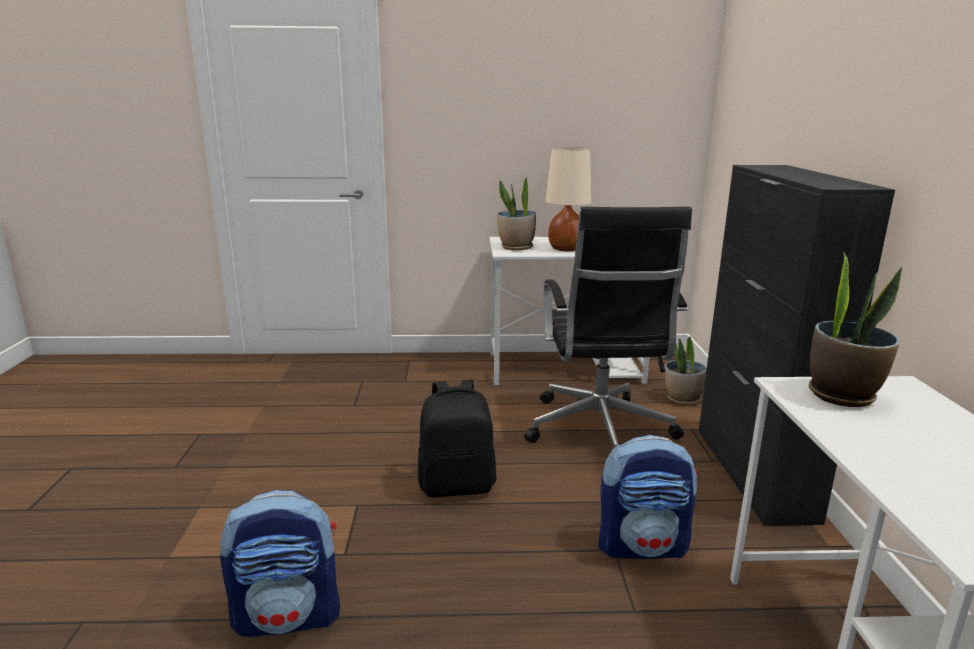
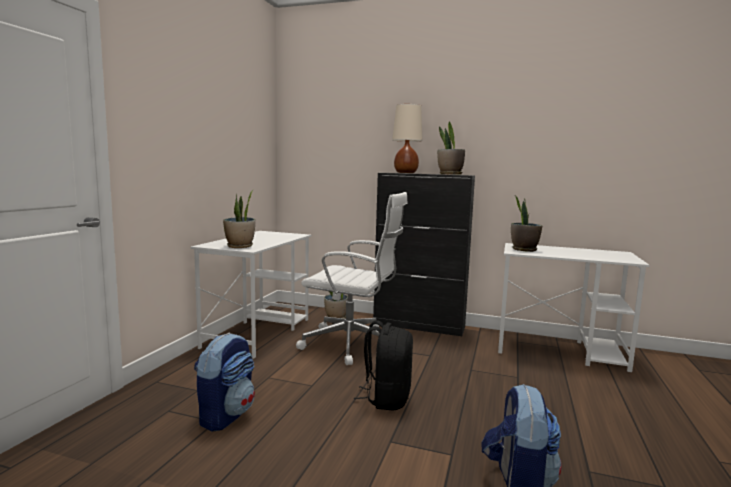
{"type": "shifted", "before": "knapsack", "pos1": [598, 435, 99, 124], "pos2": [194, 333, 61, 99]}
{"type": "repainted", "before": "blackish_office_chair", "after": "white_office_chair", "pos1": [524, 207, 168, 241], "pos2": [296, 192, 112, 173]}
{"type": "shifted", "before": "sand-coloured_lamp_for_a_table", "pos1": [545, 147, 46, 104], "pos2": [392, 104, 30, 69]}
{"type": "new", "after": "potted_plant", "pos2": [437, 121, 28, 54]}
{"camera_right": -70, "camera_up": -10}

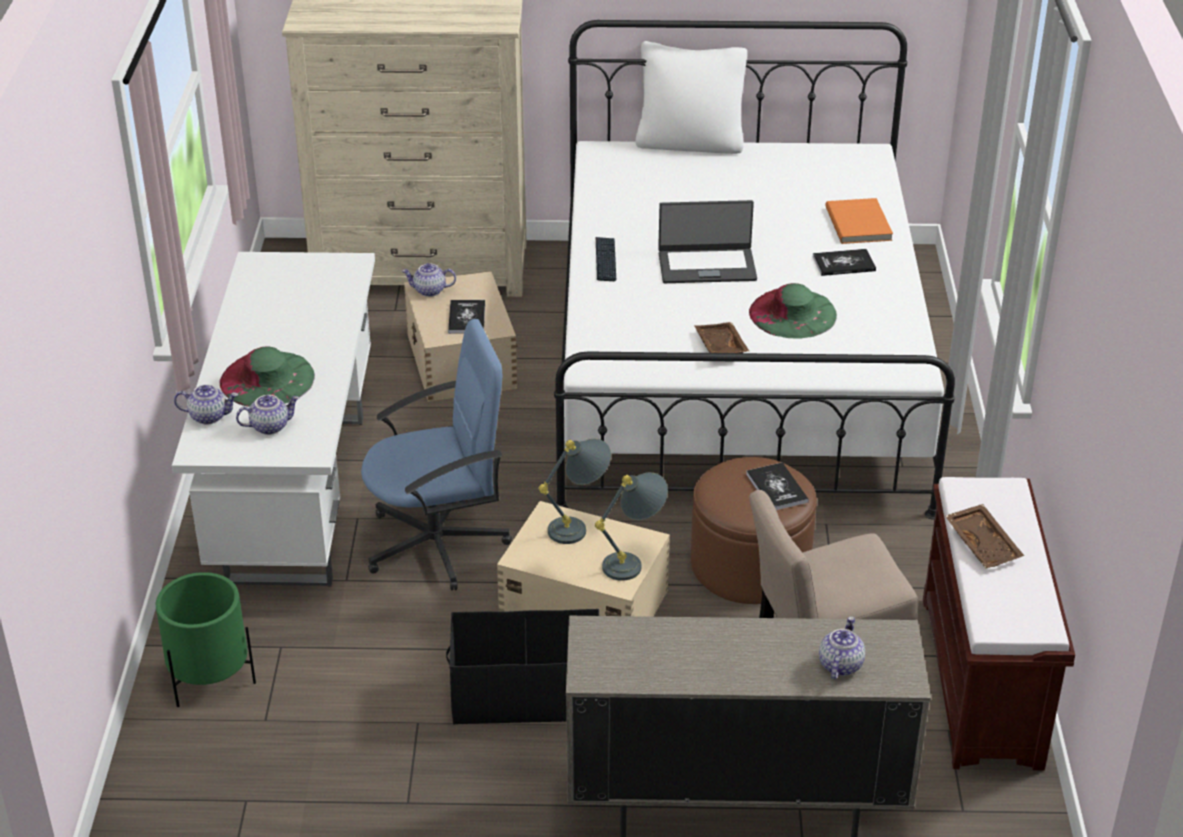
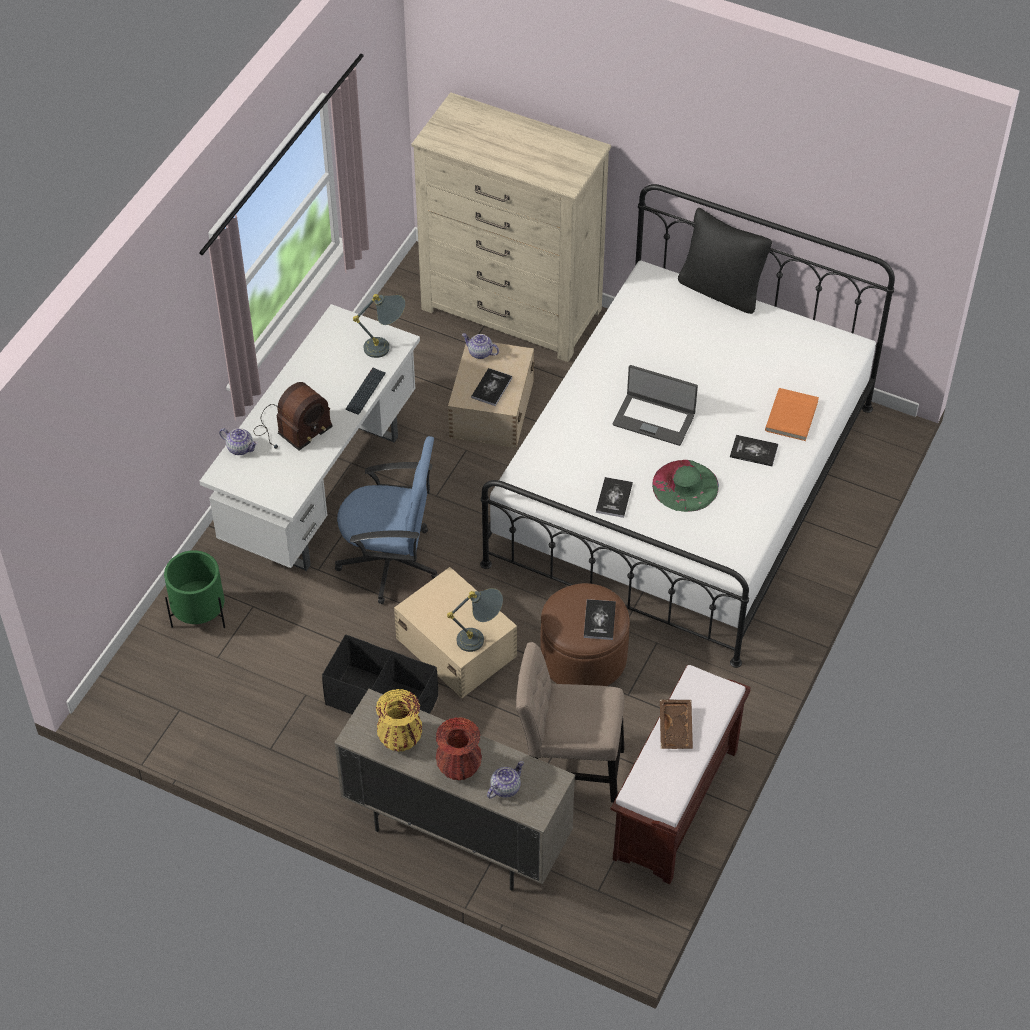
{"type": "swapped", "before": "green_hat", "after": "radio_receiver", "pos1": [220, 347, 95, 60], "pos2": [253, 382, 80, 69]}
{"type": "shifted", "before": "computer_keyboard", "pos1": [596, 237, 20, 44], "pos2": [346, 368, 40, 47]}
{"type": "shifted", "before": "gray_lamp_for_a_table", "pos1": [538, 439, 73, 105], "pos2": [353, 294, 52, 64]}
{"type": "new", "after": "yellowish_flower_vase", "pos2": [376, 689, 46, 63]}
{"type": "new", "after": "red-coloured_flower_vase", "pos2": [436, 717, 46, 63]}
{"type": "swapped", "before": "brownish_tray", "after": "volume", "pos1": [694, 322, 56, 31], "pos2": [596, 477, 37, 41]}
{"type": "repainted", "before": "white_throw_pillow", "after": "blackish_throw_pillow", "pos1": [635, 41, 112, 113], "pos2": [678, 208, 94, 106]}
{"type": "gone", "before": "tea_pot", "pos1": [236, 395, 64, 40]}
{"camera_right": 25, "camera_up": 15}

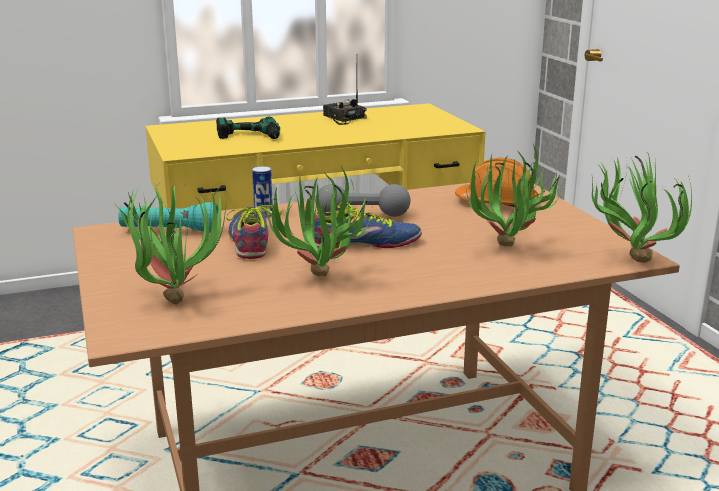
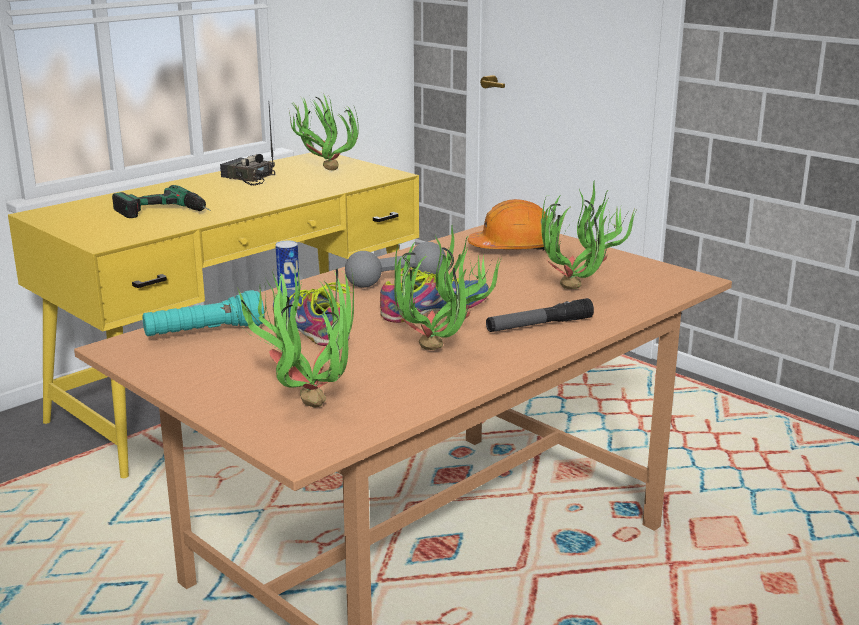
{"type": "shifted", "before": "potted_plant", "pos1": [592, 154, 100, 109], "pos2": [288, 94, 71, 77]}
{"type": "new", "after": "flashlight", "pos2": [486, 298, 108, 34]}
{"camera_right": -25, "camera_up": 0}

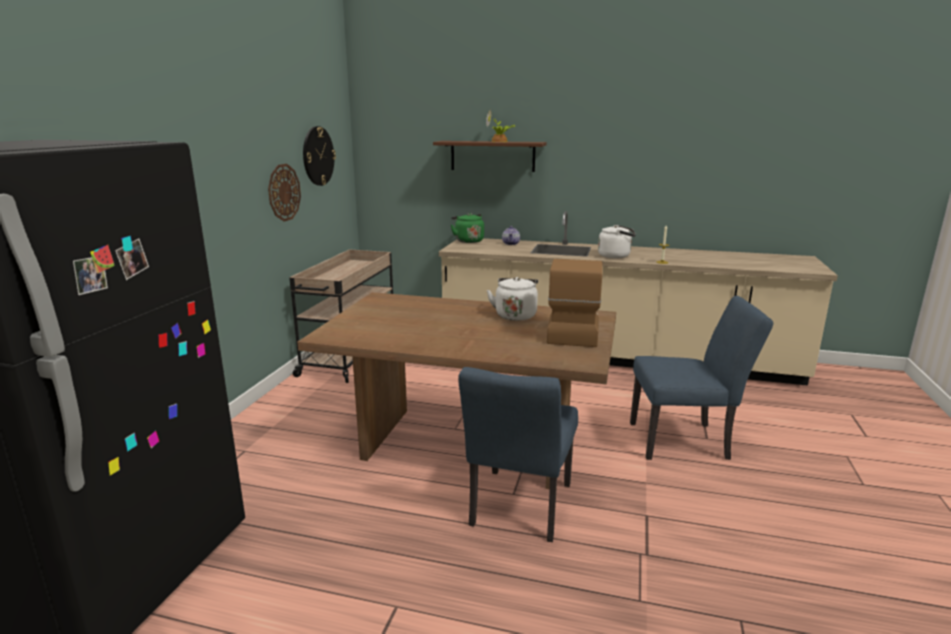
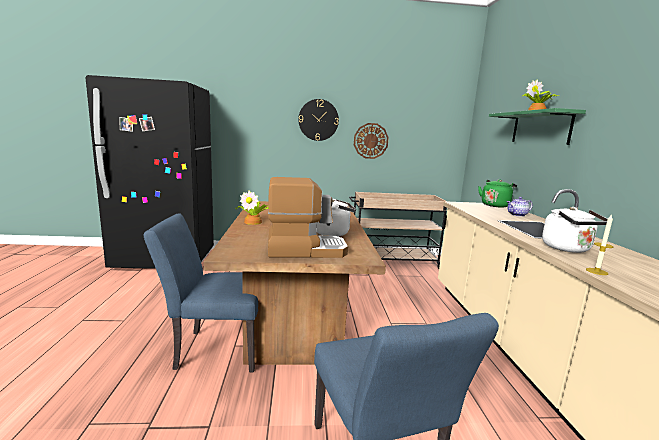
{"type": "new", "after": "potted_plant", "pos2": [236, 190, 32, 35]}
{"type": "shifted", "before": "hanging_clock", "pos1": [303, 126, 33, 60], "pos2": [298, 99, 41, 42]}
{"type": "repainted", "before": "brownish_shelf", "after": "green_shelf", "pos1": [433, 141, 114, 31], "pos2": [489, 108, 97, 37]}
{"camera_right": 70, "camera_up": -5}

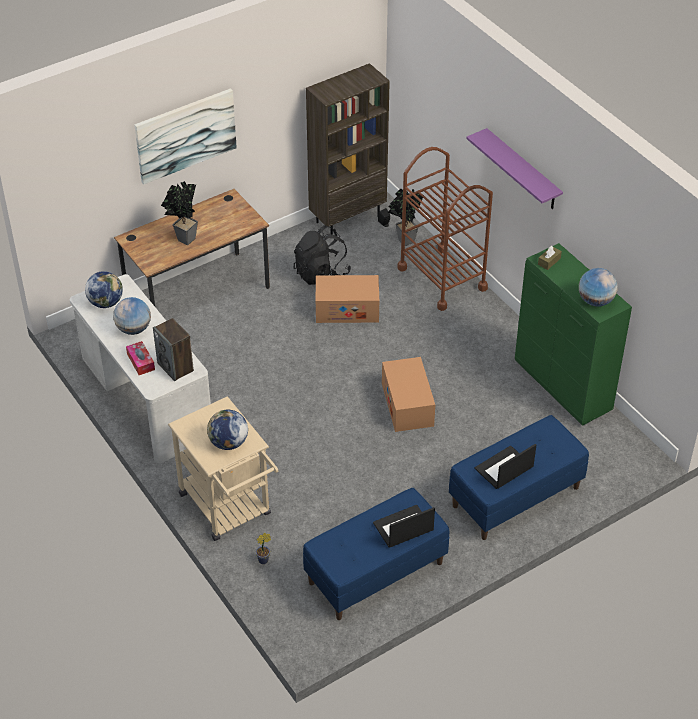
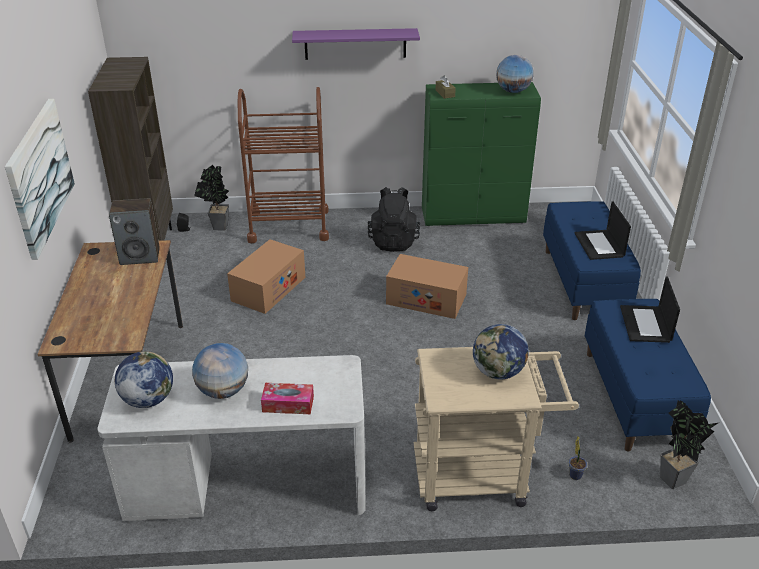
{"type": "shifted", "before": "loudspeaker", "pos1": [153, 318, 41, 63], "pos2": [109, 198, 51, 67]}
{"type": "shifted", "before": "blackish_knapsack", "pos1": [294, 225, 57, 60], "pos2": [368, 187, 52, 65]}
{"type": "shifted", "before": "potted_plant", "pos1": [161, 181, 37, 64], "pos2": [660, 400, 60, 89]}
{"camera_right": -60, "camera_up": -10}

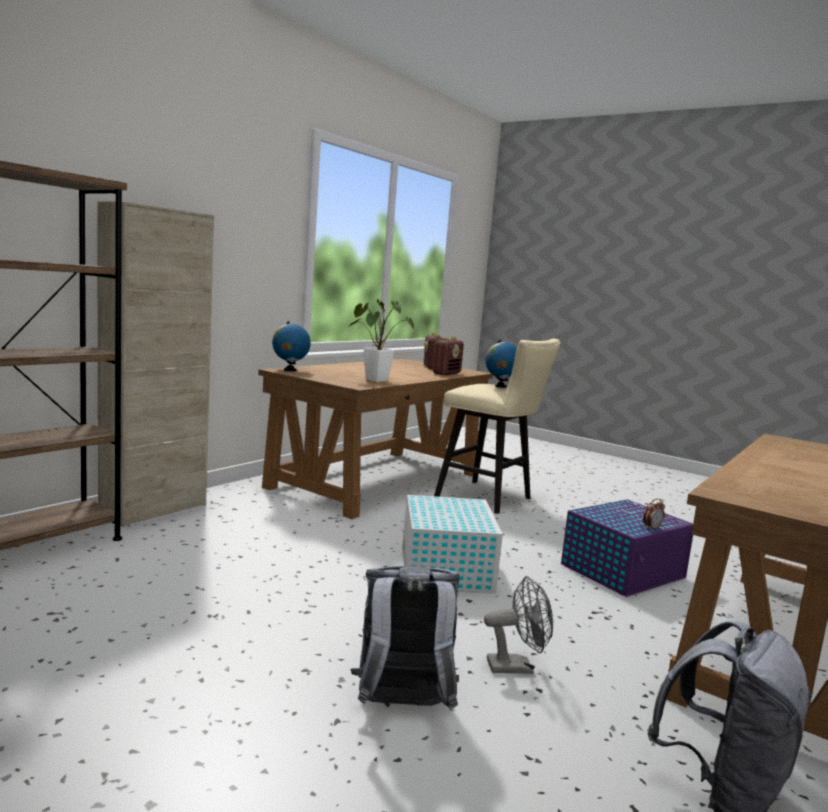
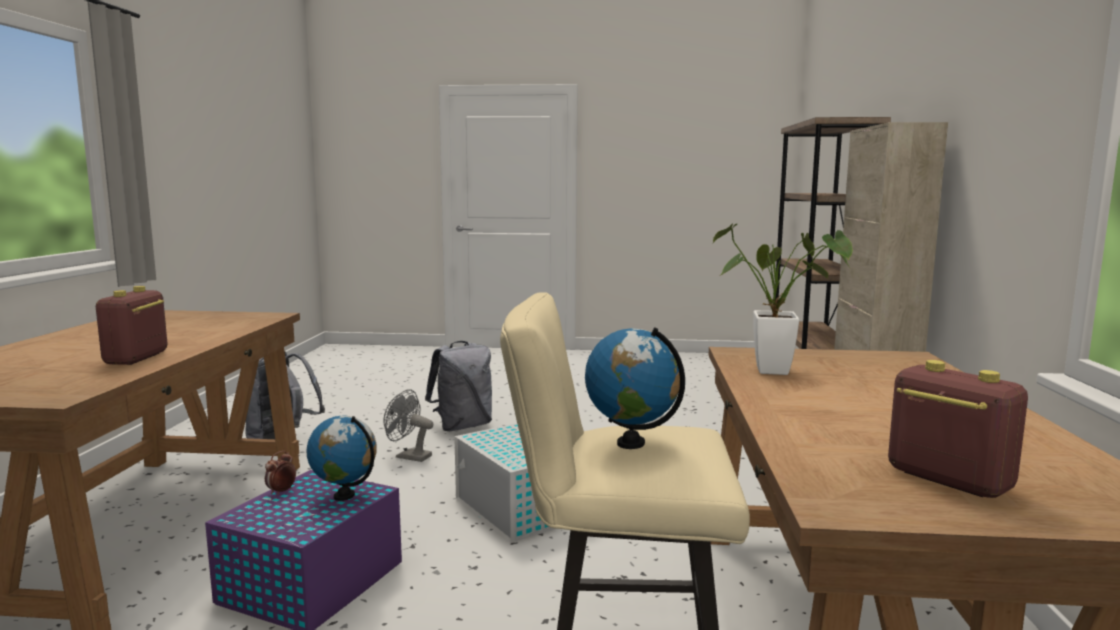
{"type": "shifted", "before": "radio_receiver", "pos1": [433, 337, 31, 38], "pos2": [96, 286, 72, 79]}
{"type": "shifted", "before": "desk_globe", "pos1": [272, 321, 39, 50], "pos2": [307, 416, 69, 85]}
{"type": "rotated", "before": "gray_fan", "pos1": [484, 576, 69, 98], "pos2": [383, 389, 50, 73], "turn": 60}
{"camera_right": 150, "camera_up": 0}

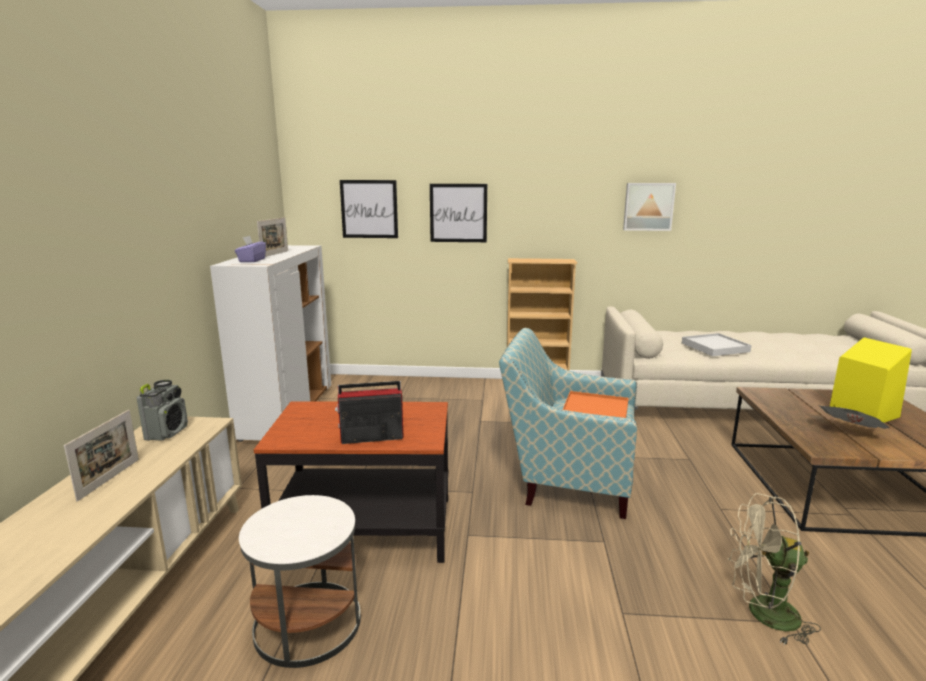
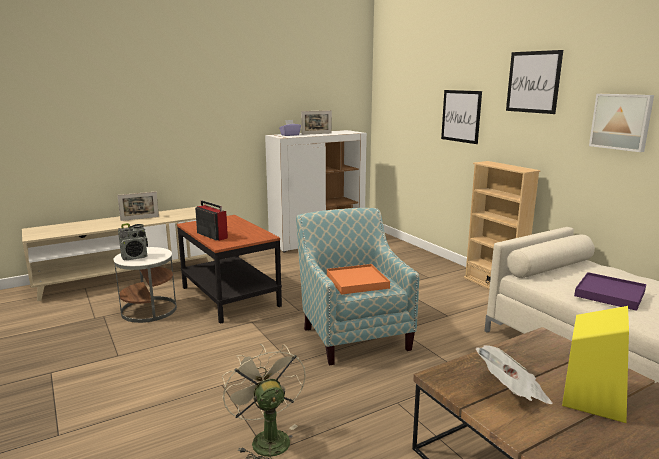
{"type": "shifted", "before": "radio_receiver", "pos1": [136, 380, 52, 61], "pos2": [118, 223, 30, 37]}
{"type": "shifted", "before": "picture", "pos1": [340, 180, 58, 58], "pos2": [506, 50, 57, 64]}
{"type": "repainted", "before": "white_tray", "after": "purple-coloured_tray", "pos1": [682, 333, 70, 23], "pos2": [574, 272, 72, 39]}
{"camera_right": 55, "camera_up": 0}

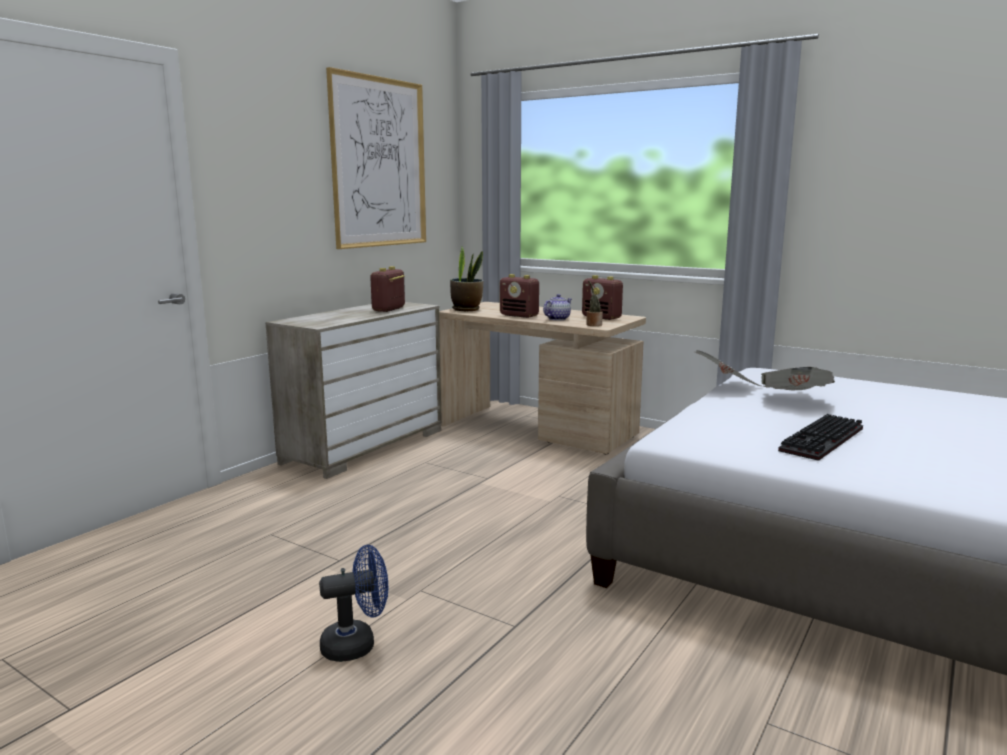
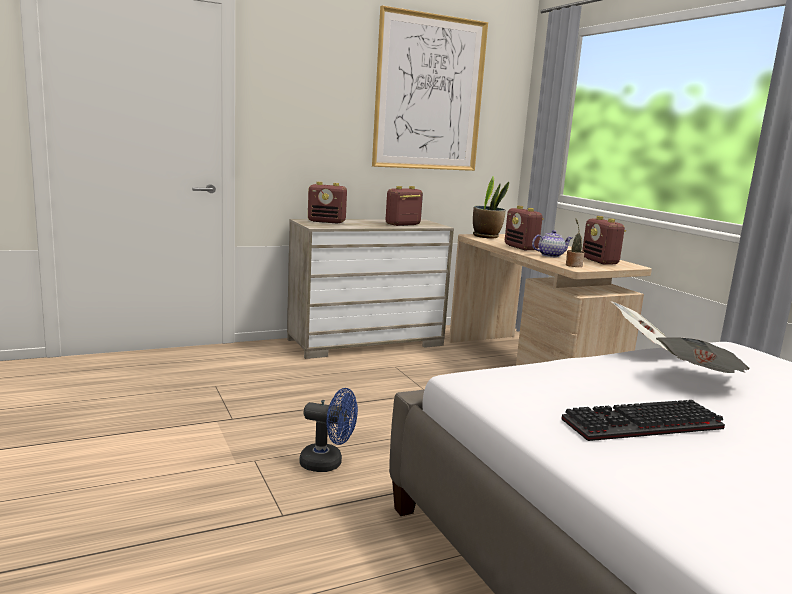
{"type": "shifted", "before": "blue-coloured_fan", "pos1": [319, 545, 69, 117], "pos2": [299, 388, 59, 84]}
{"type": "new", "after": "radio_receiver", "pos2": [308, 182, 39, 42]}
{"camera_right": 30, "camera_up": 0}

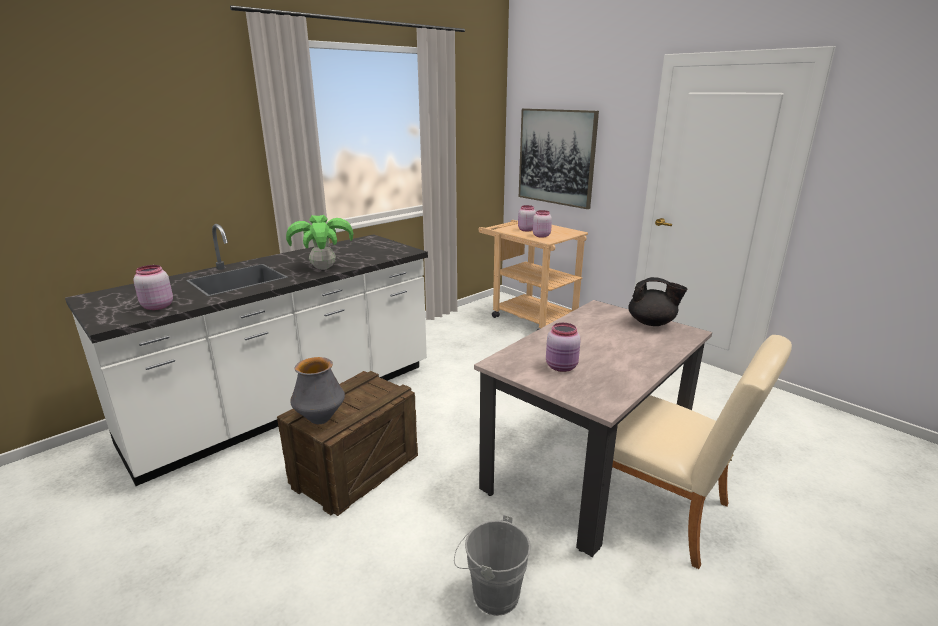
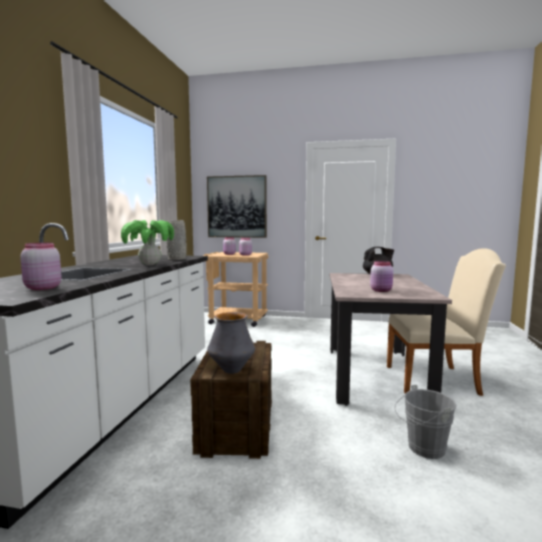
{"type": "new", "after": "gray_flower_vase", "pos2": [166, 220, 21, 40]}
{"camera_right": -35, "camera_up": -15}

